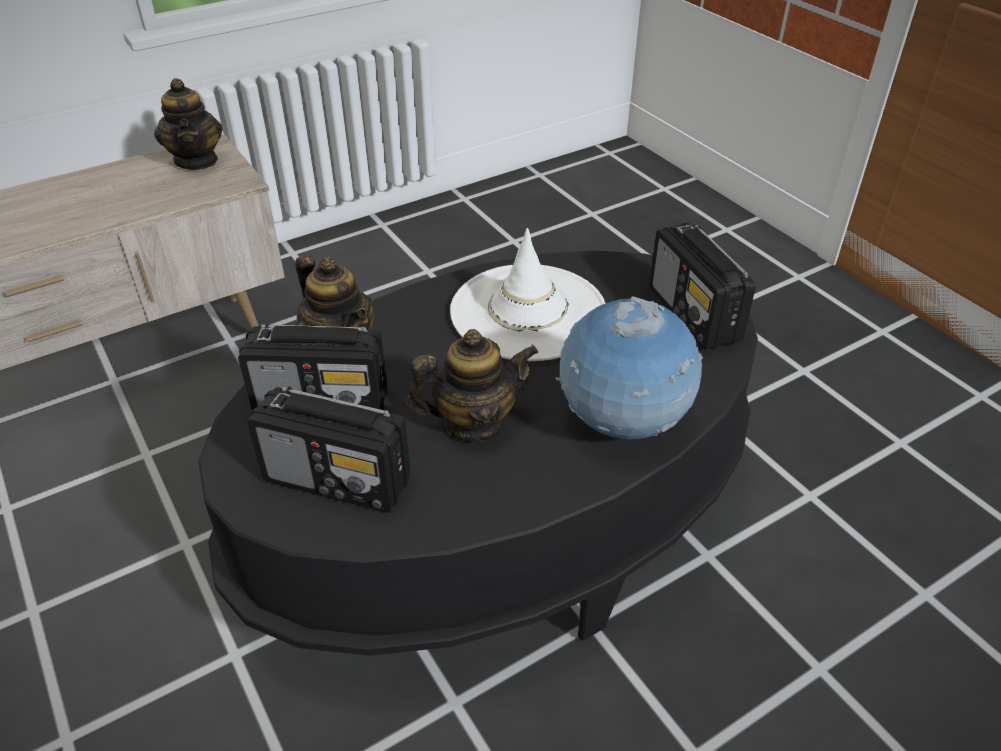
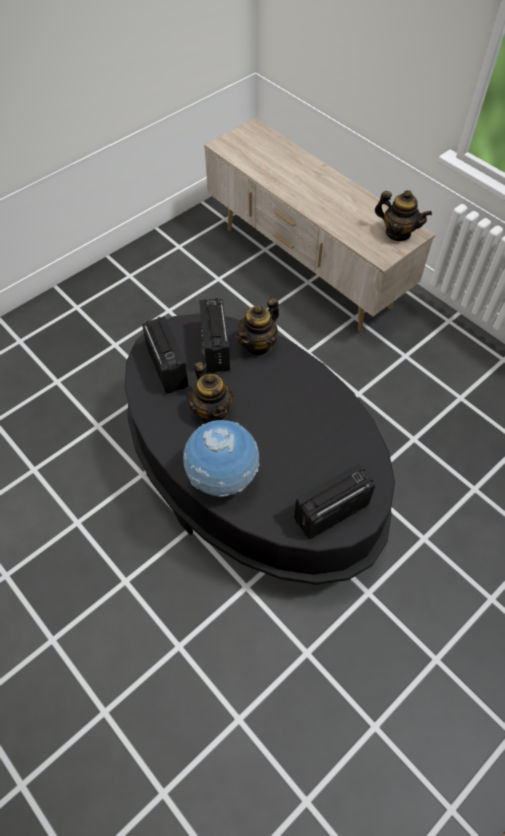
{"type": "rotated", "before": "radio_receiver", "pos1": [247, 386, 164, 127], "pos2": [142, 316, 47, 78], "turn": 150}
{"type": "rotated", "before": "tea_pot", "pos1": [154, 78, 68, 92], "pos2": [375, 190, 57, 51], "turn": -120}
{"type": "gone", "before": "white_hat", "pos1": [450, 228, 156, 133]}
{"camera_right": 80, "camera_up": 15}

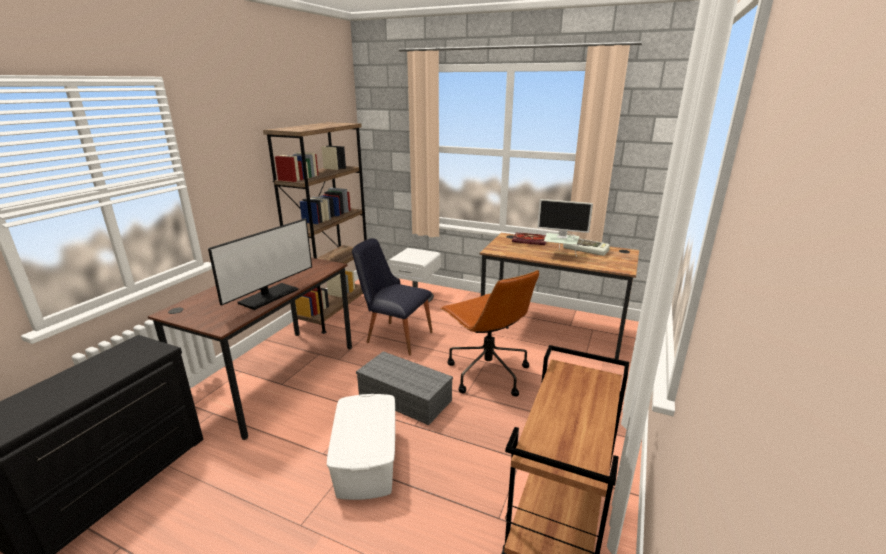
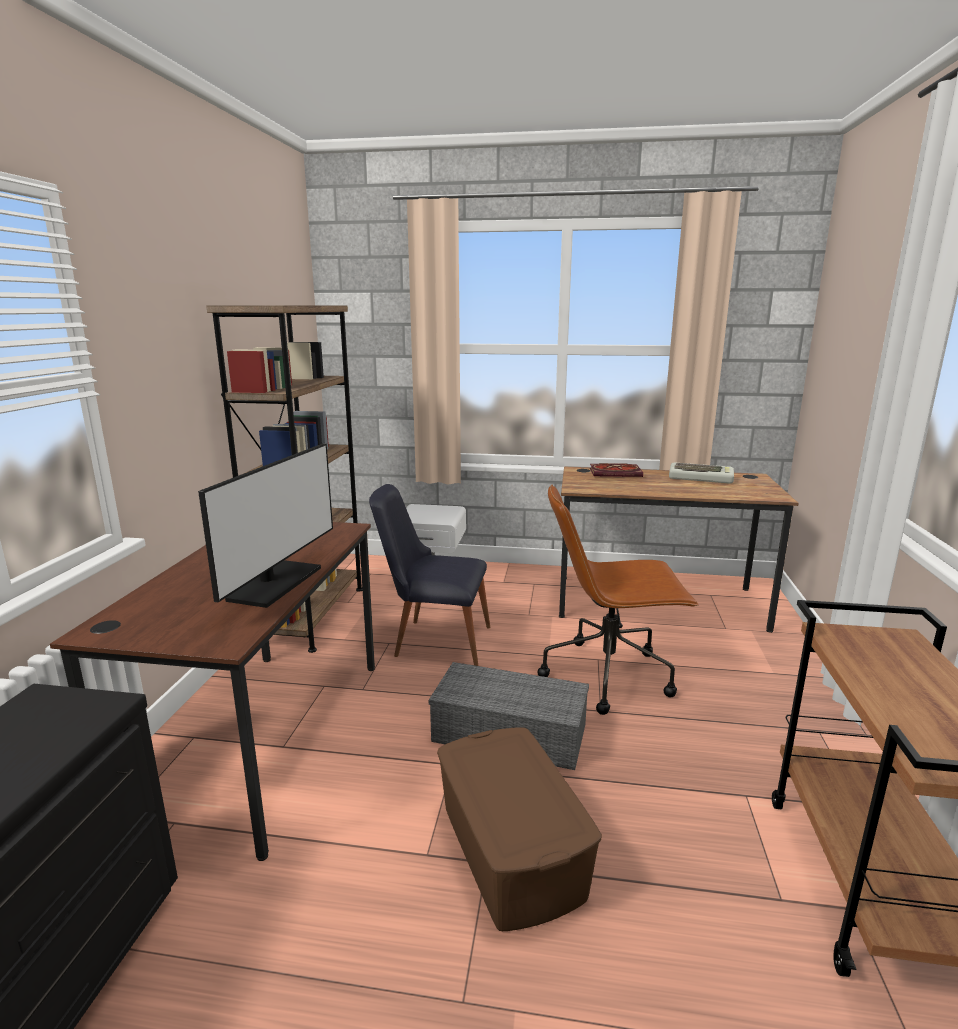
{"type": "repainted", "before": "white_storage_container", "after": "brownish_storage_container", "pos1": [327, 394, 68, 106], "pos2": [437, 727, 165, 204]}
{"type": "rotated", "before": "brownish_office_chair", "pos1": [440, 270, 99, 127], "pos2": [537, 485, 162, 230], "turn": 135}
{"type": "gone", "before": "computer_display", "pos1": [537, 199, 56, 58]}
{"camera_right": -15, "camera_up": -5}

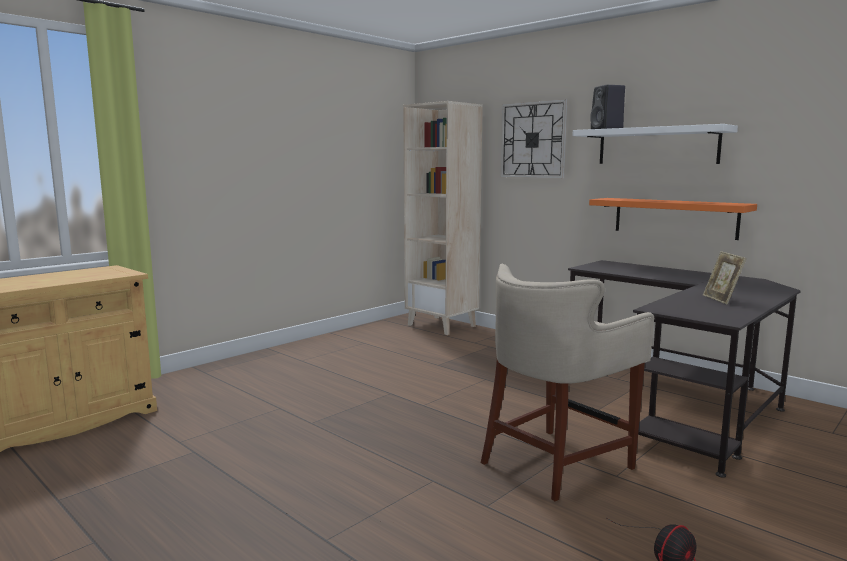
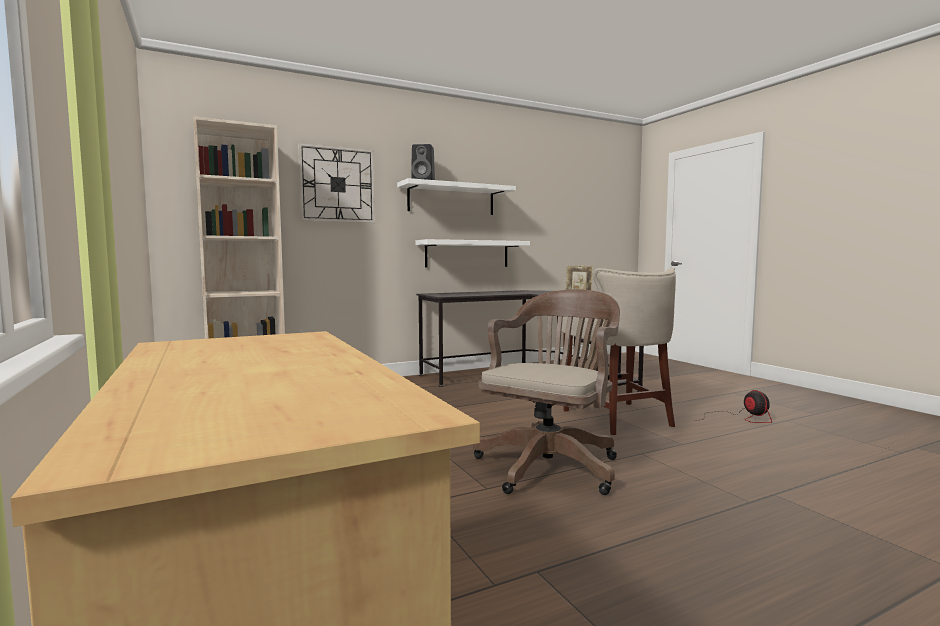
{"type": "repainted", "before": "orange_shelf", "after": "white_shelf", "pos1": [589, 198, 168, 42], "pos2": [415, 239, 115, 28]}
{"type": "new", "after": "brownish_office_chair", "pos2": [473, 289, 147, 206]}
{"camera_right": -70, "camera_up": -5}

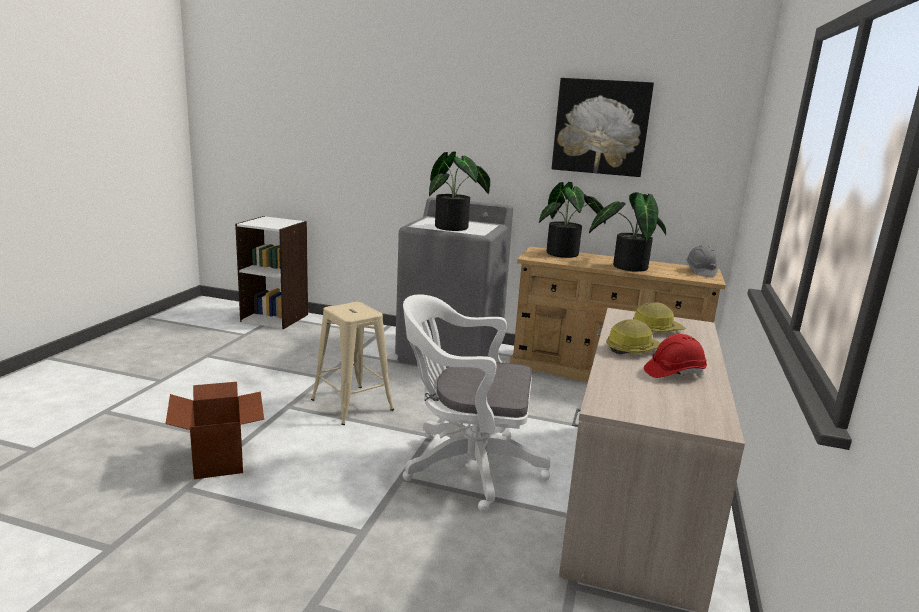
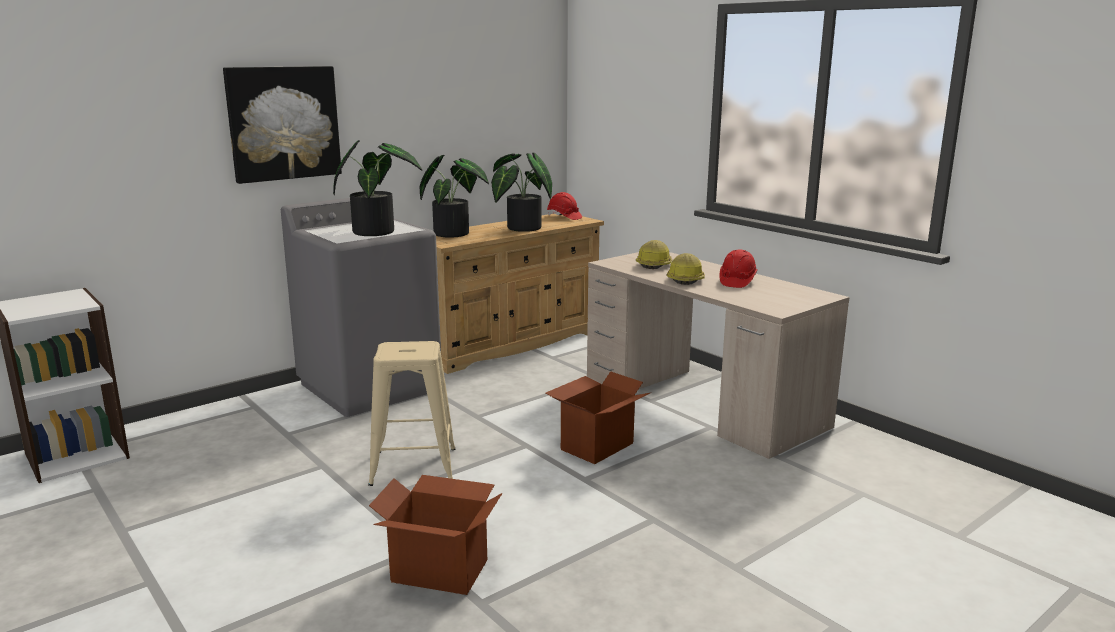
{"type": "shifted", "before": "picture", "pos1": [552, 78, 102, 99], "pos2": [223, 66, 119, 118]}
{"type": "swapped", "before": "white_office_chair", "after": "cardboard_box", "pos1": [403, 294, 147, 218], "pos2": [545, 371, 105, 93]}
{"type": "repainted", "before": "gray_work_helmet", "after": "red-coloured_work_helmet", "pos1": [686, 245, 32, 32], "pos2": [547, 192, 35, 28]}
{"camera_right": -55, "camera_up": 0}

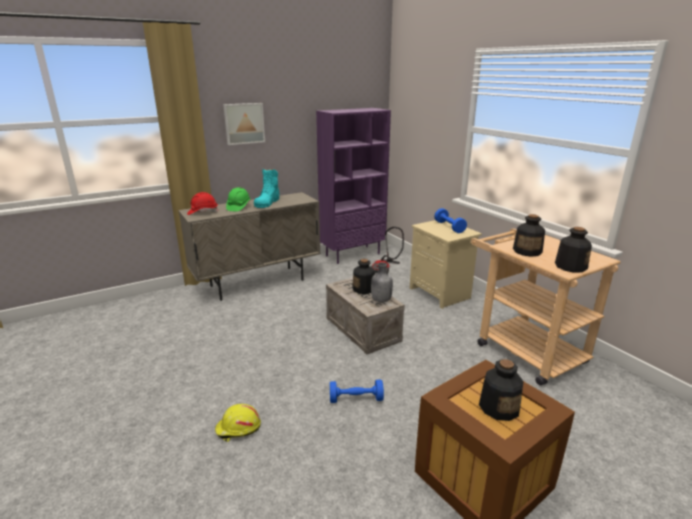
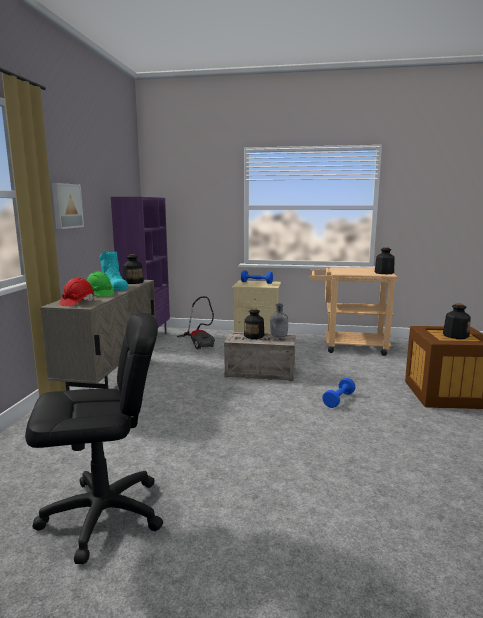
{"type": "new", "after": "blackish_office_chair", "pos2": [25, 313, 138, 251]}
{"type": "shifted", "before": "drink_bottle", "pos1": [513, 214, 32, 43], "pos2": [123, 254, 21, 30]}
{"type": "gone", "before": "yellowish_work_helmet", "pos1": [215, 404, 46, 38]}
{"camera_right": -50, "camera_up": -10}

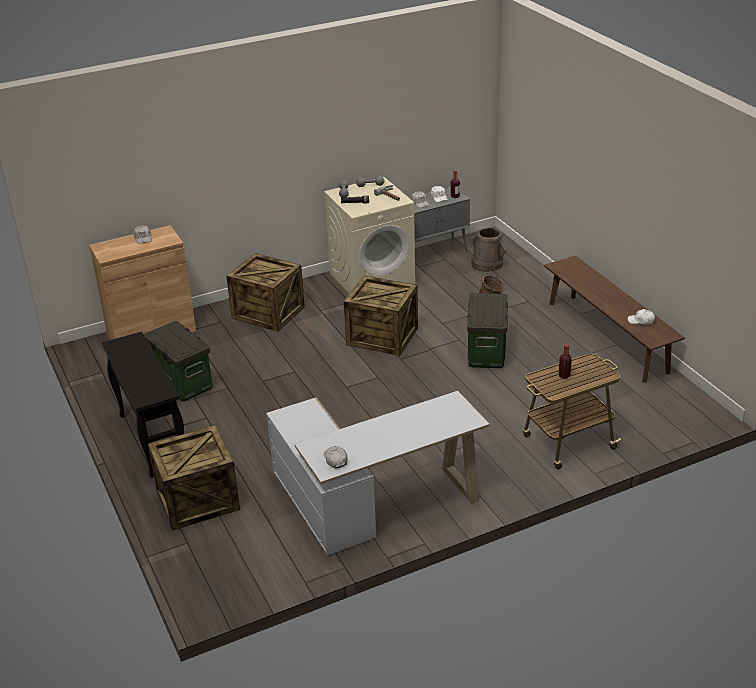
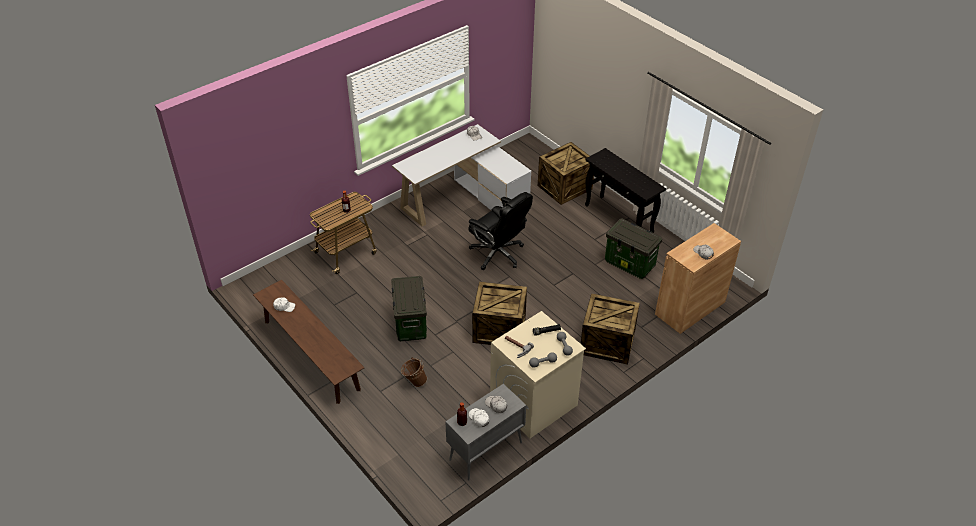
{"type": "new", "after": "blackish_office_chair", "pos2": [468, 192, 65, 78]}
{"type": "gone", "before": "brownish_pail", "pos1": [471, 228, 35, 44]}
{"camera_right": 165, "camera_up": 10}

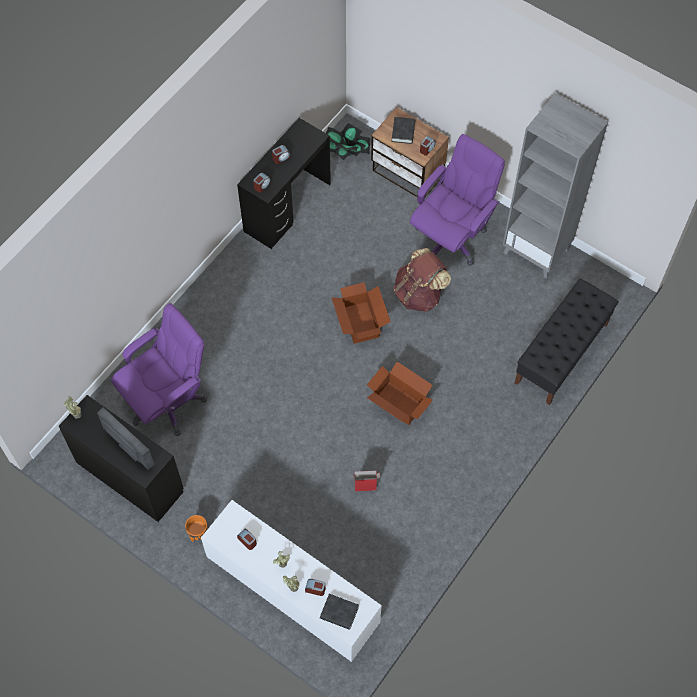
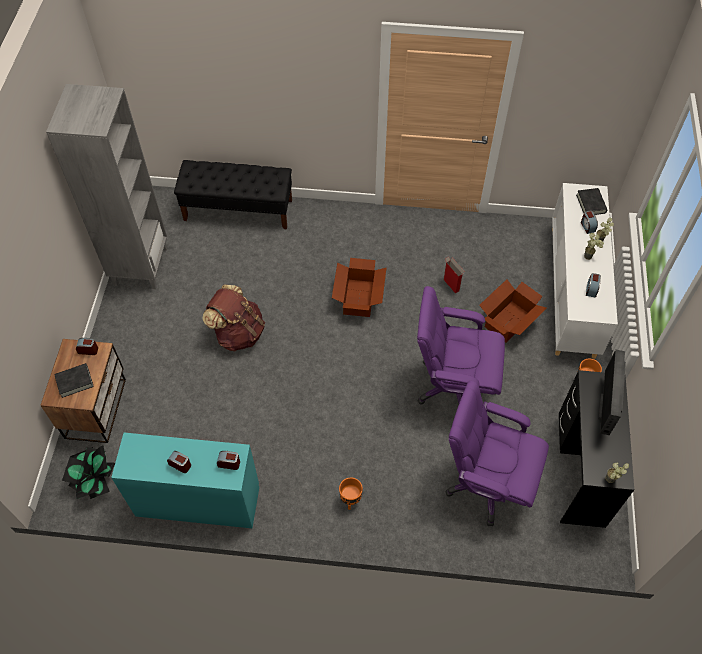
{"type": "repainted", "before": "blackish_desk_unit", "after": "turquoise-coloured_desk_unit", "pos1": [237, 118, 94, 131], "pos2": [111, 433, 148, 95]}
{"type": "new", "after": "orange_plant_pot", "pos2": [339, 478, 24, 32]}
{"type": "shifted", "before": "purple-coloured_office_chair", "pos1": [410, 134, 95, 132], "pos2": [417, 286, 88, 119]}
{"type": "shifted", "before": "cardboard_box", "pos1": [331, 282, 60, 62], "pos2": [479, 279, 68, 64]}
{"camera_right": -120, "camera_up": -5}

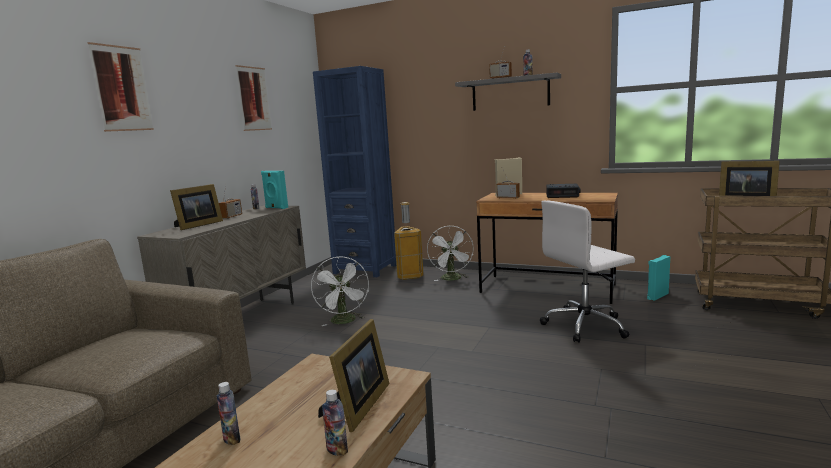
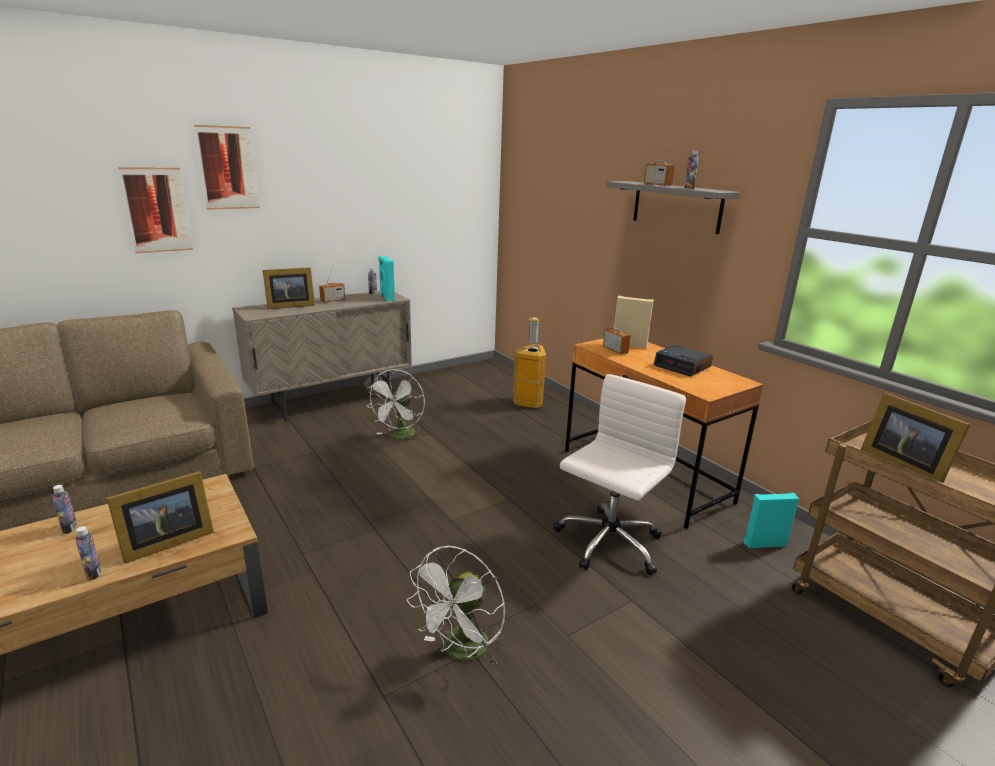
{"type": "shifted", "before": "picture", "pos1": [235, 65, 37, 66], "pos2": [118, 167, 75, 86]}
{"type": "shifted", "before": "white_fan", "pos1": [427, 226, 47, 55], "pos2": [407, 546, 98, 119]}
{"type": "rotated", "before": "white_office_chair", "pos1": [540, 201, 95, 142], "pos2": [553, 374, 133, 201], "turn": 120}
{"type": "gone", "before": "blue-coloured_bookshelf", "pos1": [313, 66, 83, 211]}
{"camera_right": 30, "camera_up": 10}

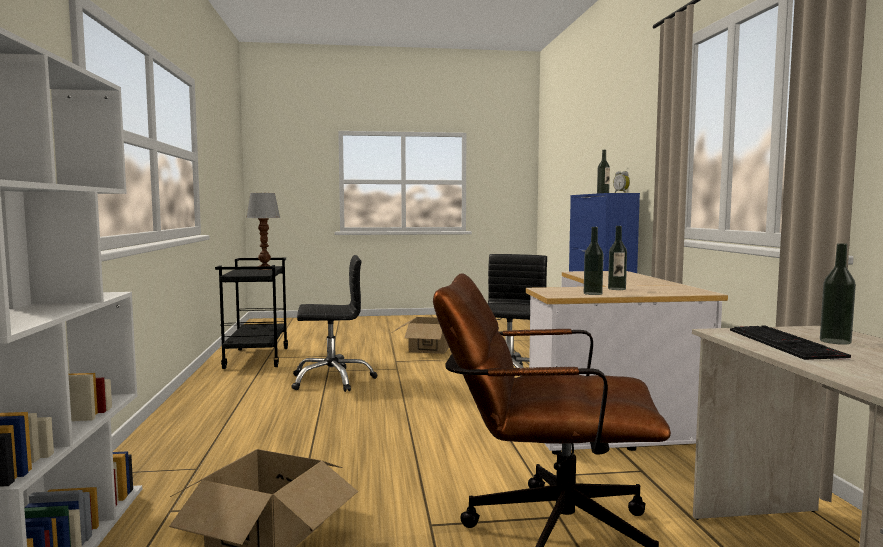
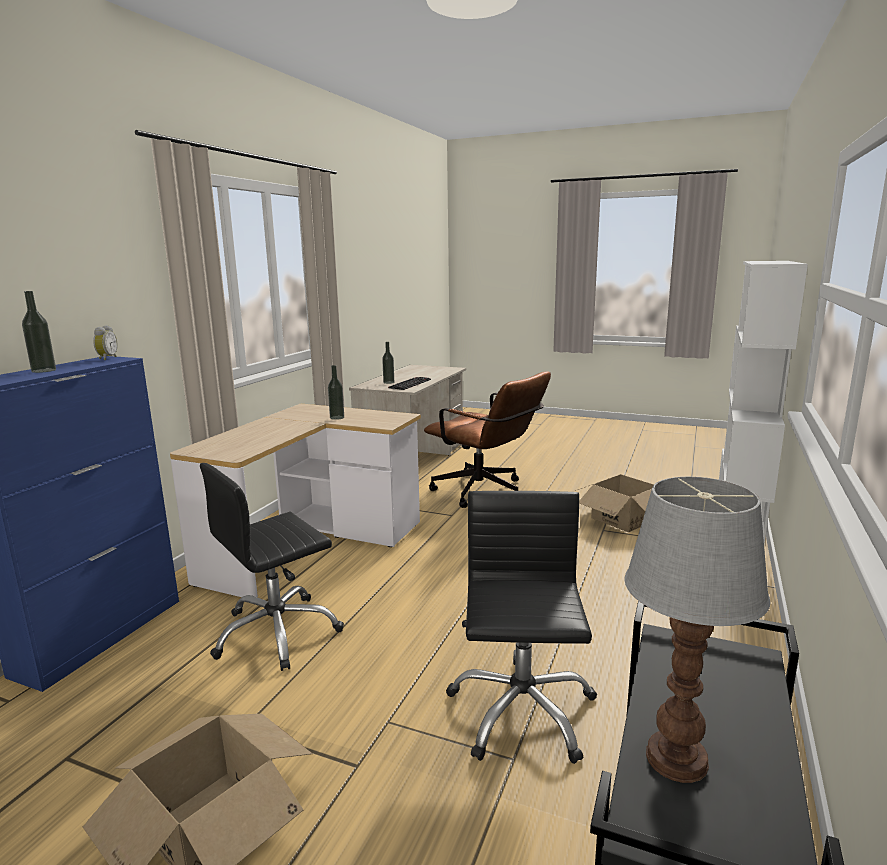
{"type": "rotated", "before": "blackish_office_chair", "pos1": [291, 255, 87, 137], "pos2": [446, 491, 151, 273], "turn": 75}
{"type": "gone", "before": "drink_bottle", "pos1": [584, 227, 19, 68]}
{"camera_right": -150, "camera_up": 10}

